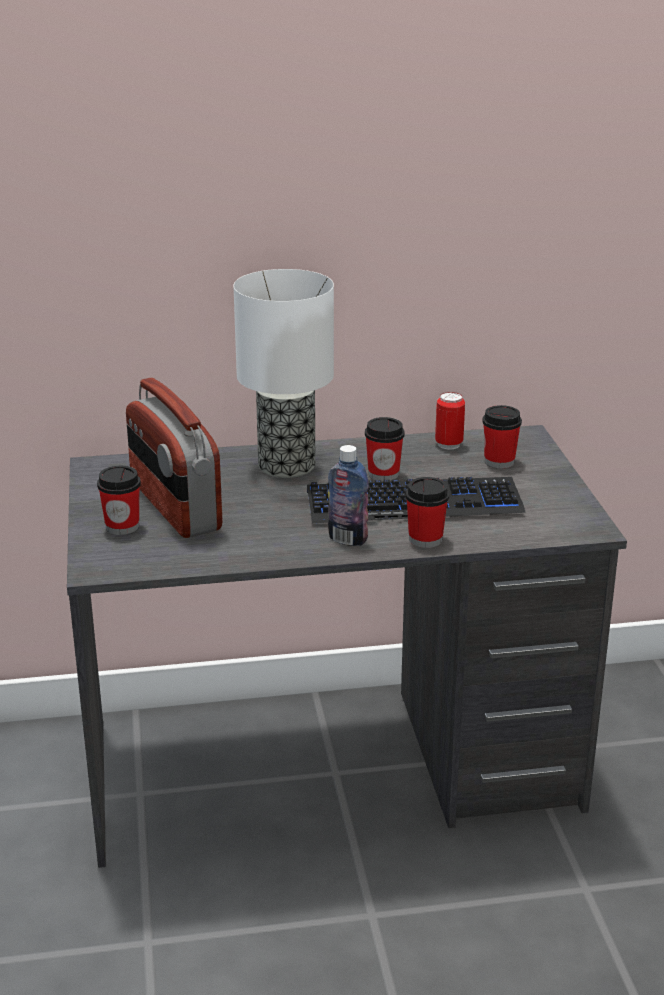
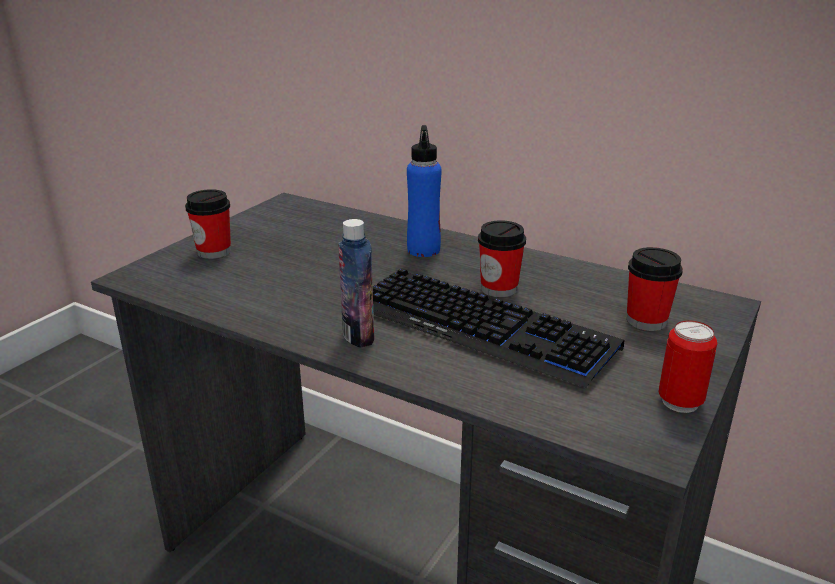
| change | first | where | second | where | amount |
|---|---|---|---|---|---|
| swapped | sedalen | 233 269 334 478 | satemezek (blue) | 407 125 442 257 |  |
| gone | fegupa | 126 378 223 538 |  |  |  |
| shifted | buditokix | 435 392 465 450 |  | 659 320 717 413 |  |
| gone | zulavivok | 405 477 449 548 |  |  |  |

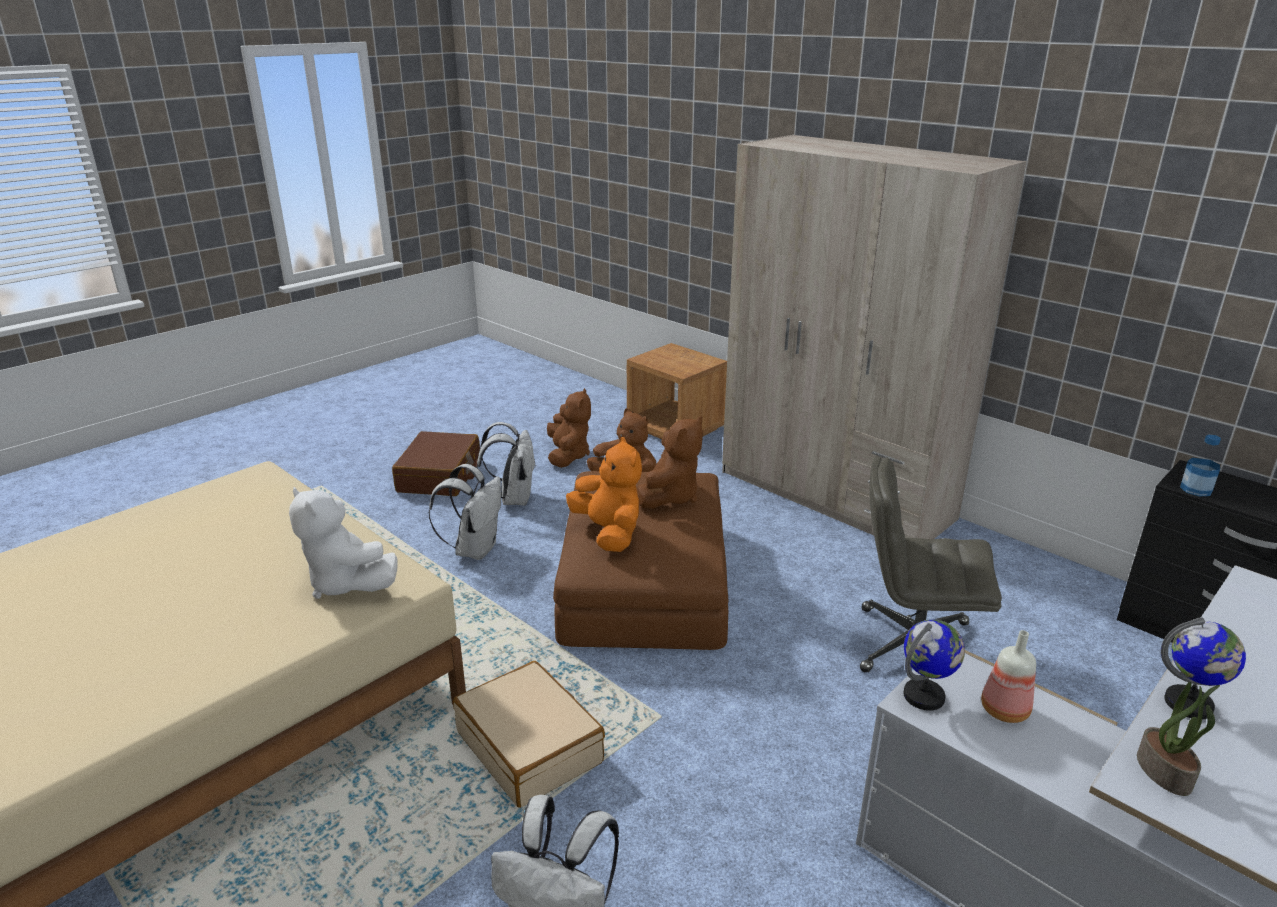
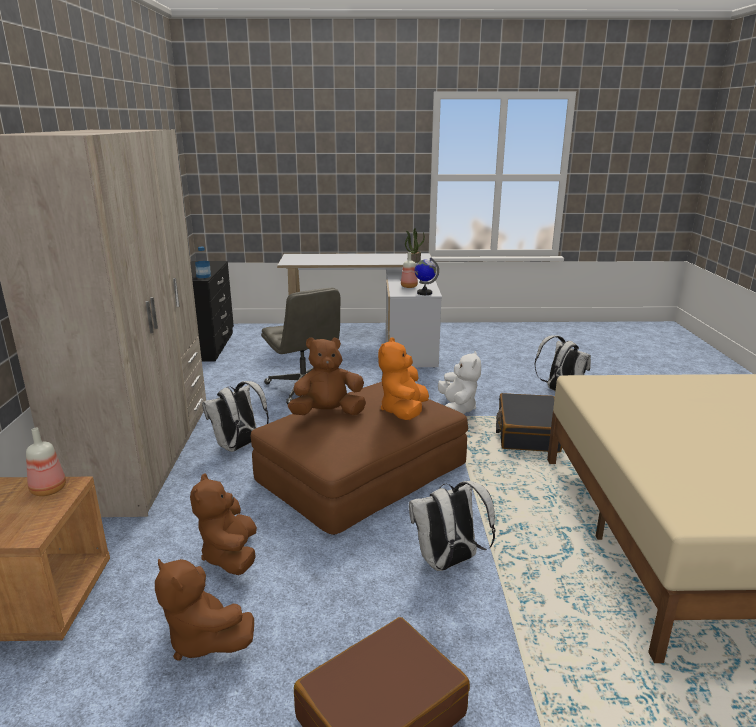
| change | first | where | second | where | amount |
|---|---|---|---|---|---|
| rotated | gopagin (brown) | 547 388 591 468 |  | 155 558 254 661 | 90 degrees counterclockwise |
| shifted | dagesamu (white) | 476 422 536 506 |  | 202 381 269 452 |  |
| shifted | gopagin (white) | 289 487 398 599 |  | 438 351 481 414 |  |
| gone | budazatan | 1161 617 1246 720 |  |  |  |
| repainted | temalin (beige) | 453 661 605 808 | temalin (black) | 496 393 562 452 |  |
| new |  |  | satemezek | 26 428 66 496 |  |

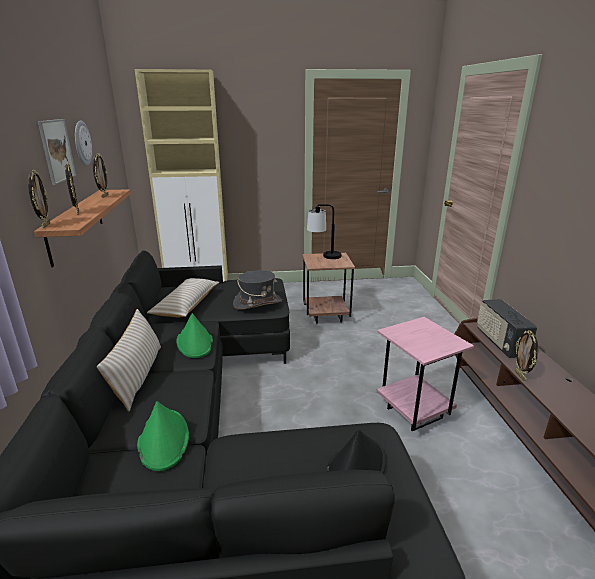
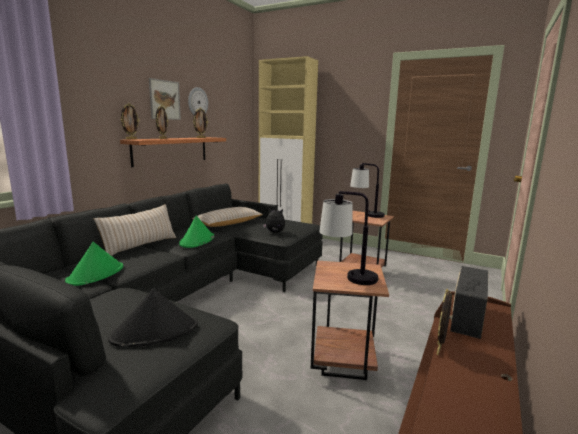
| change | first | where | second | where | amount |
|---|---|---|---|---|---|
| swapped | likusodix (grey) | 233 270 282 310 | gopagin | 263 208 285 233 |  |
| repainted | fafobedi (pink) | 377 317 474 431 | fafobedi (brown) | 310 261 389 380 |  |
| new |  |  | sedalen | 319 191 379 285 |  |

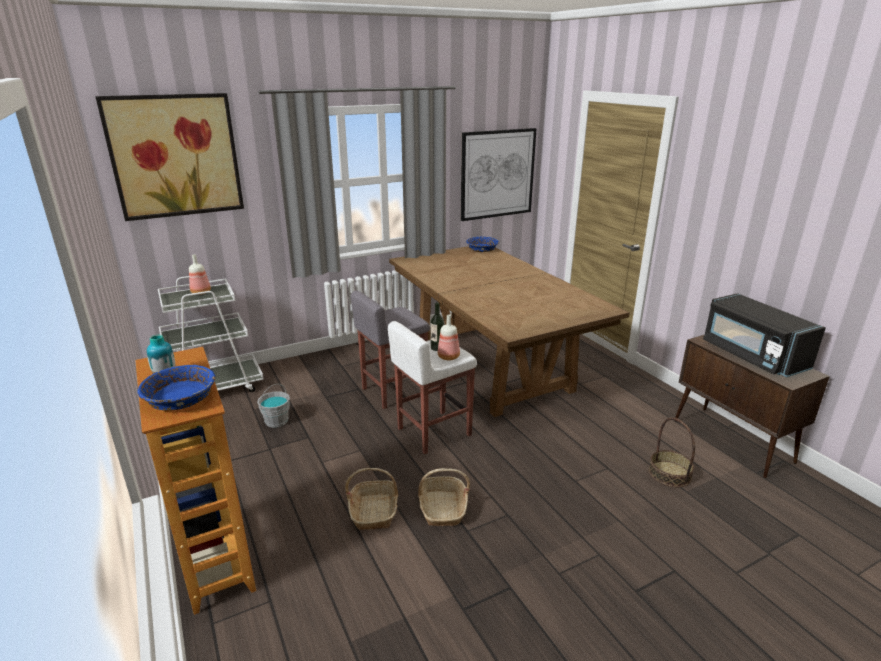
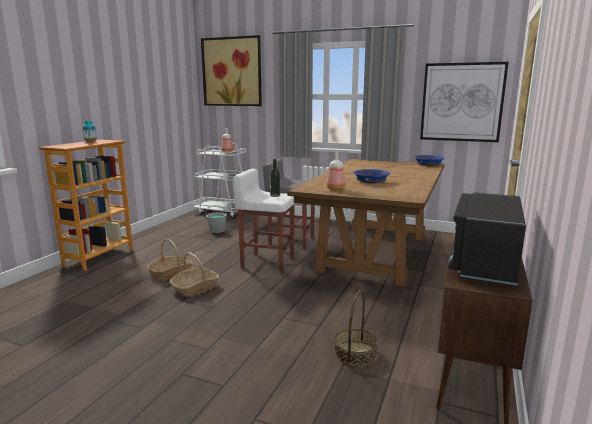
| change | first | where | second | where | amount |
|---|---|---|---|---|---|
| shifted | satemezek | 438 314 460 360 |  | 327 151 345 190 |  |
| shifted | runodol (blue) | 137 365 215 411 |  | 354 169 390 183 |  |

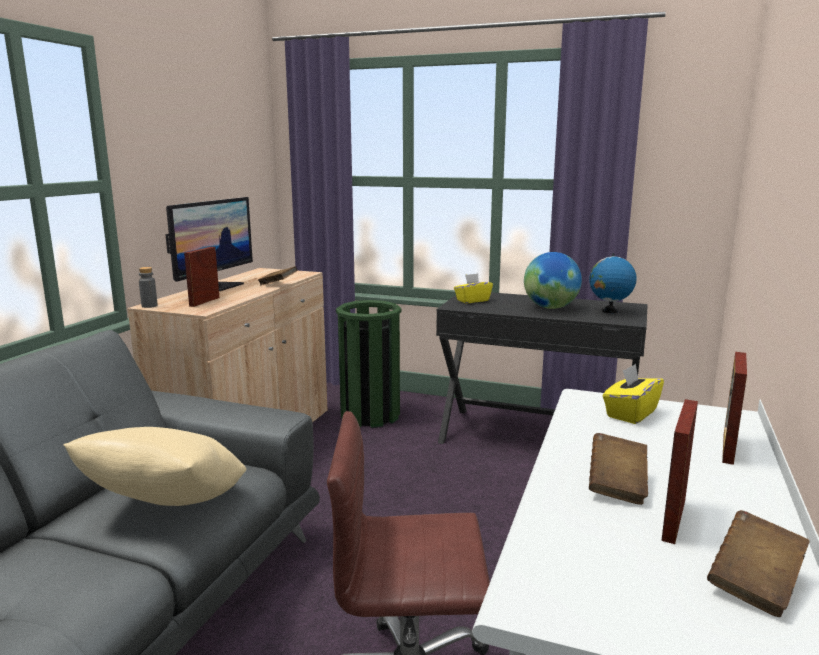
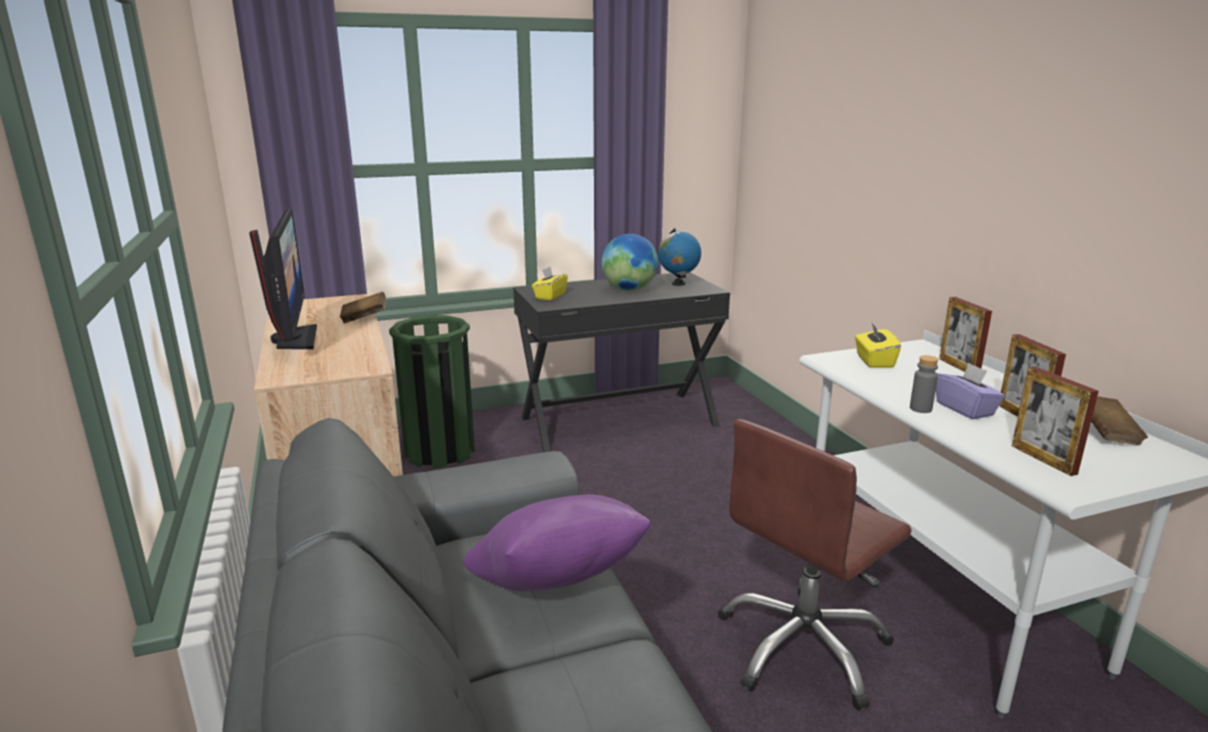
| change | first | where | second | where | amount |
|---|---|---|---|---|---|
| shifted | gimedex | 184 247 219 307 |  | 1012 367 1099 476 |  |
| shifted | satemezek (grey) | 139 267 158 308 |  | 910 355 938 413 |  |
| repainted | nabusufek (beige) | 63 427 246 506 | nabusufek (purple) | 463 495 651 591 |  |
| swapped | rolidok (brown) | 589 433 648 505 | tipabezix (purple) | 936 363 1005 419 |  |

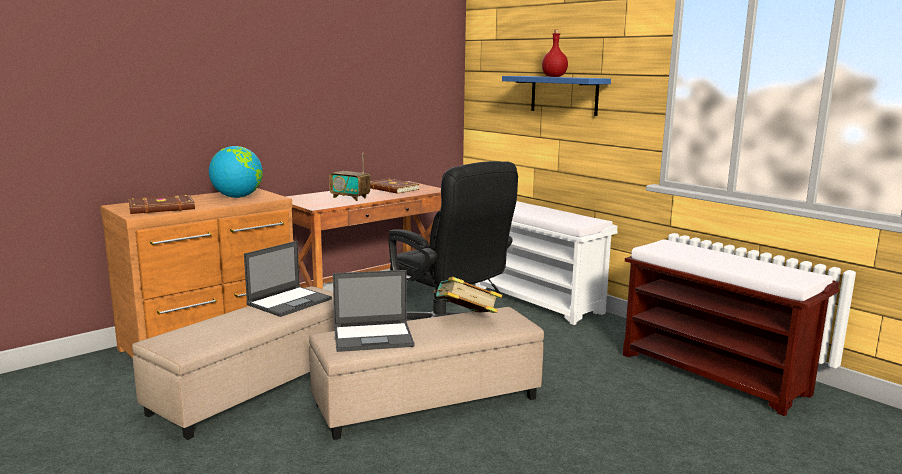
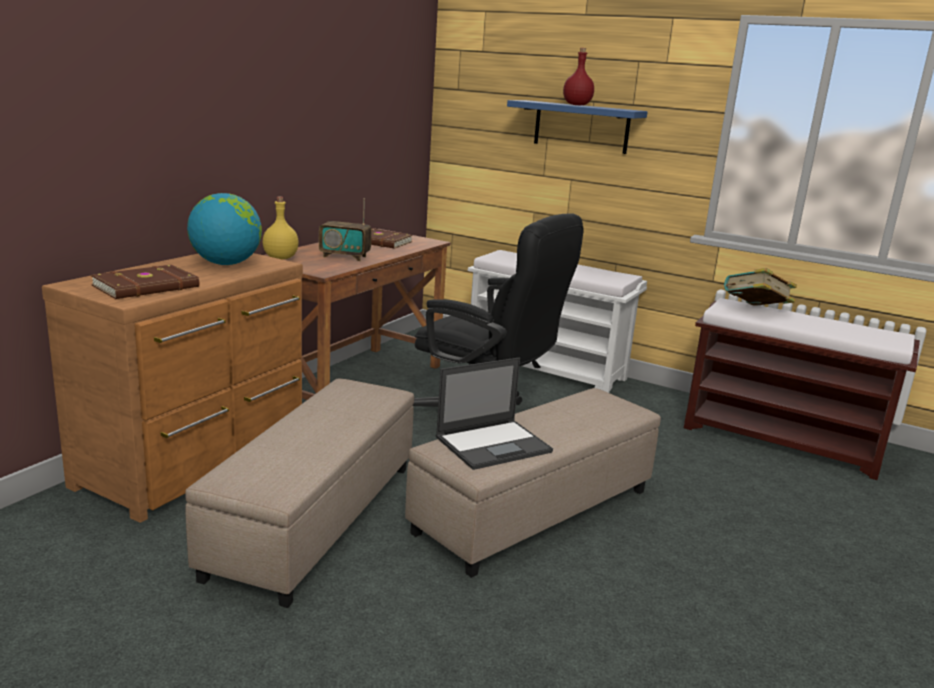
| change | first | where | second | where | amount |
|---|---|---|---|---|---|
| gone | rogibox | 244 241 332 317 |  |  |  |
| shifted | rolidok | 433 277 502 313 |  | 724 268 797 306 |  |
| new |  |  | satemezek (yellow) | 262 197 299 259 |  |

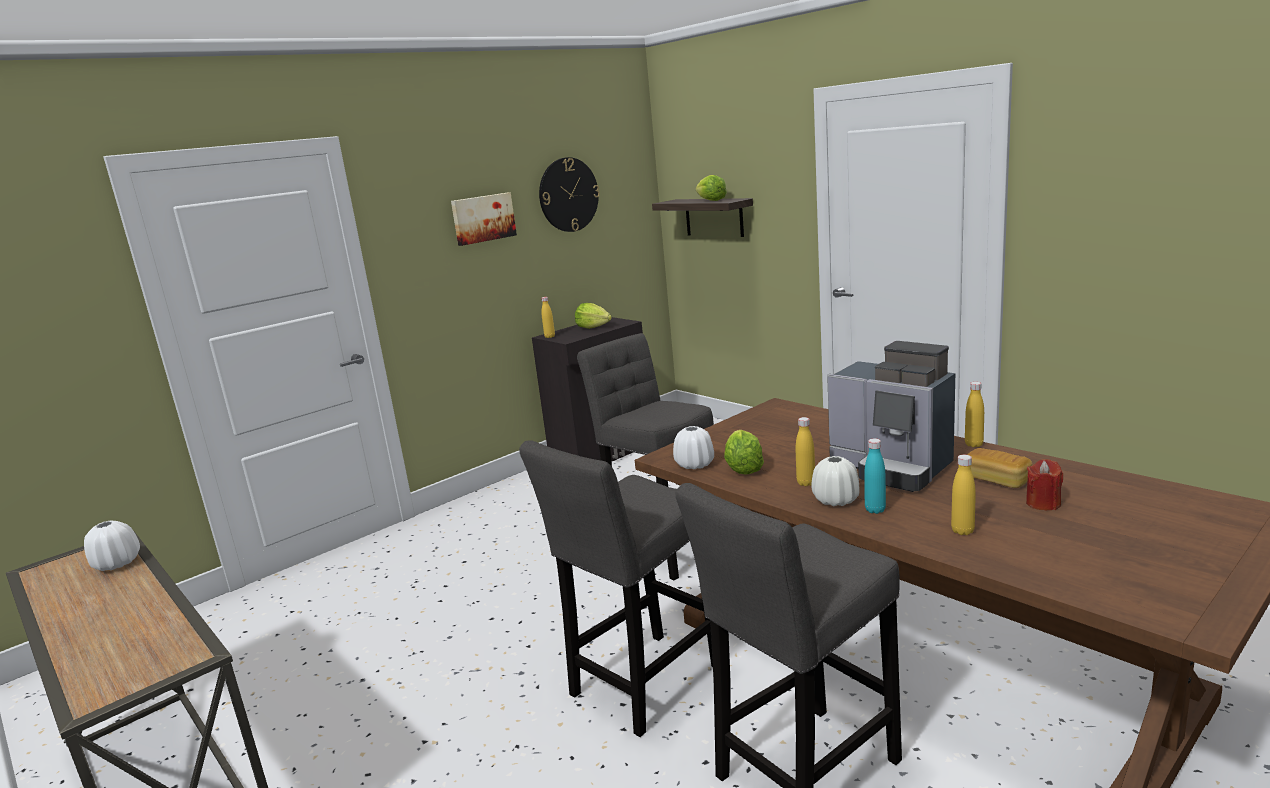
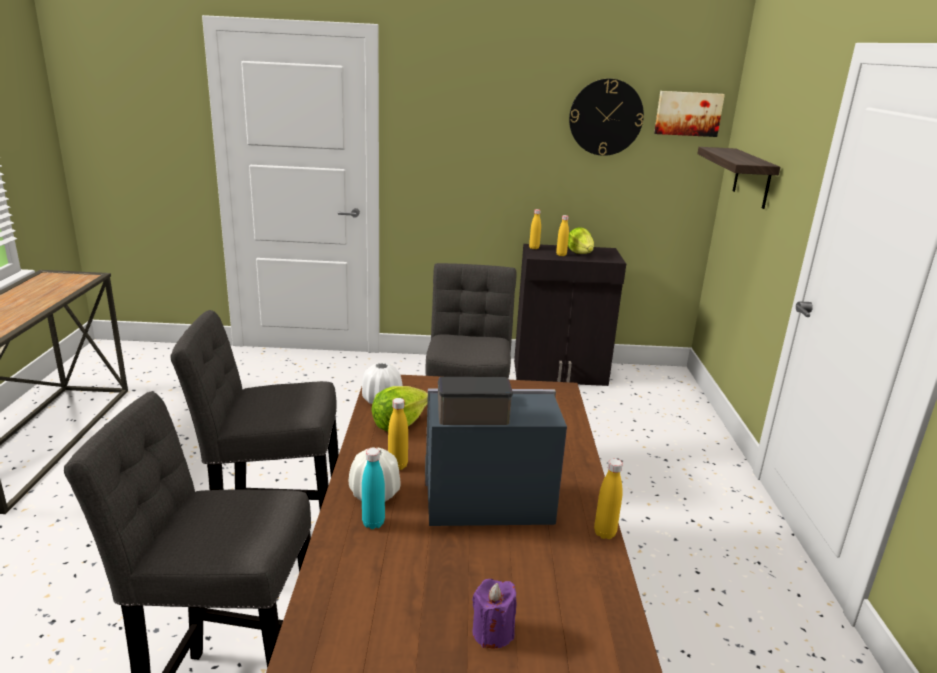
| change | first | where | second | where | amount |
|---|---|---|---|---|---|
| gone | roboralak | 696 175 727 201 |  |  |  |
| shifted | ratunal | 451 192 517 246 |  | 654 91 725 137 |  |
| rotated | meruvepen | 827 341 955 492 |  | 425 377 567 526 | 90 degrees clockwise |
| gone | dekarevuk | 968 448 1032 488 |  |  |  |
| shifted | satemezek (yellow) | 951 455 976 535 |  | 556 215 569 256 |  |
| repainted | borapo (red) | 1026 459 1063 510 | borapo (purple) | 472 579 516 648 |  |
| gone | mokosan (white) | 84 520 140 571 |  |  |  |

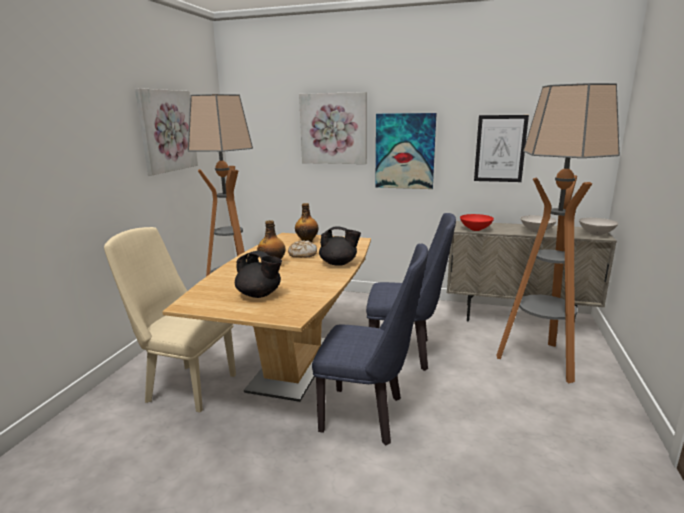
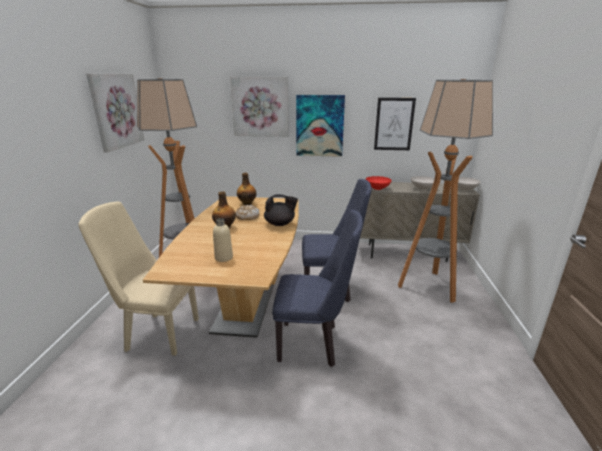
| change | first | where | second | where | amount |
|---|---|---|---|---|---|
| swapped | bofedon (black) | 235 251 282 298 | satemezek (beige) | 213 218 233 262 |  |

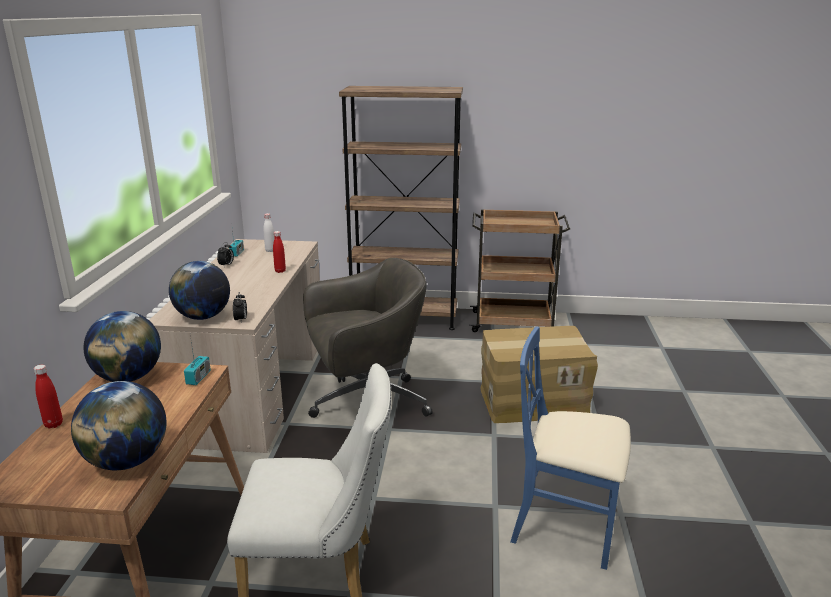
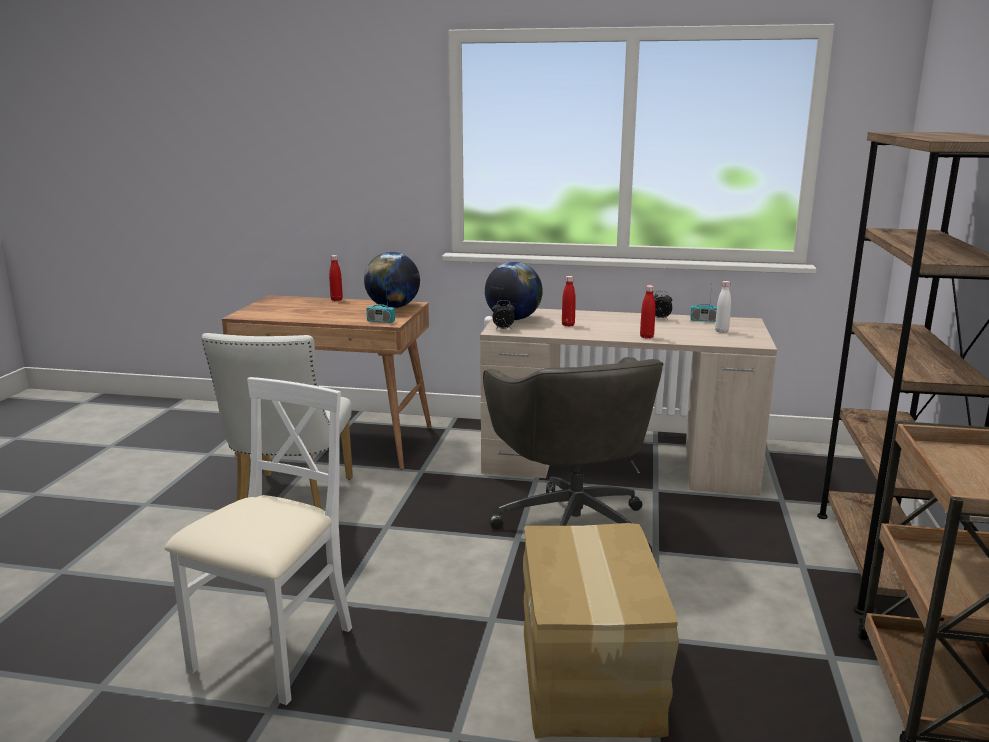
| change | first | where | second | where | amount |
|---|---|---|---|---|---|
| repainted | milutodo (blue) | 510 327 631 570 | milutodo (white) | 165 377 352 705 |  |
| gone | budazatan | 71 381 167 470 |  |  |  |
| new |  |  | satemezek (red) | 562 276 576 327 |  |

